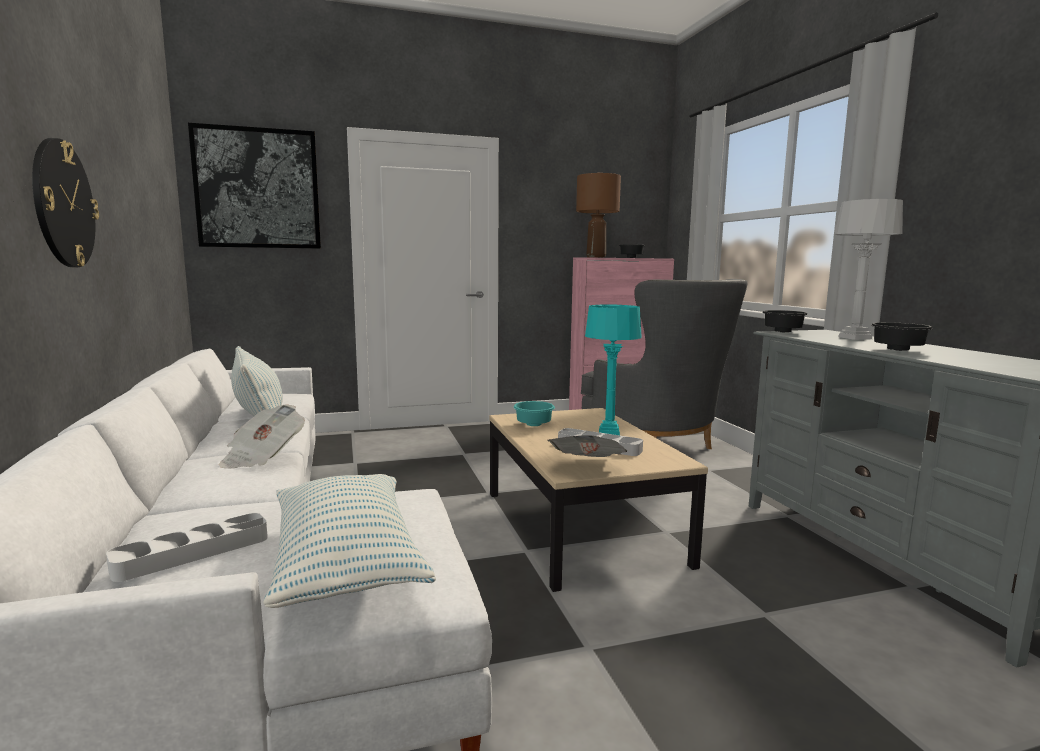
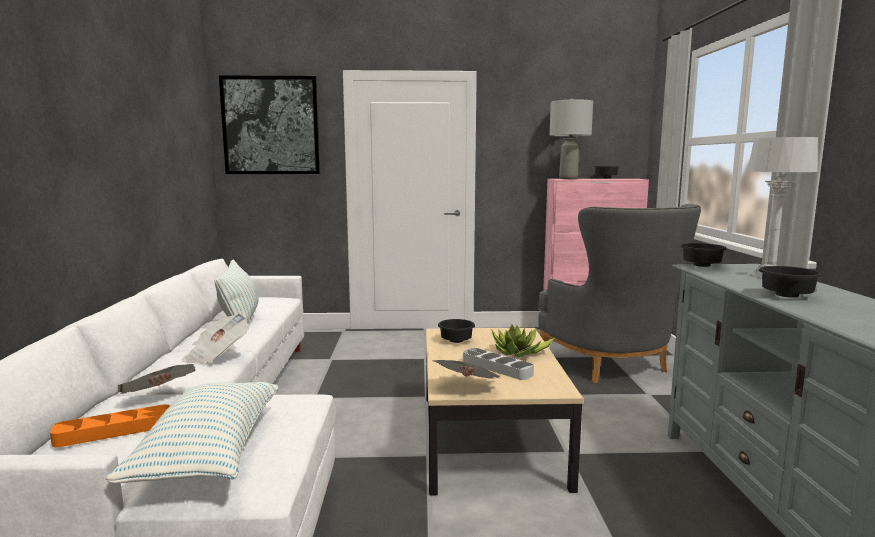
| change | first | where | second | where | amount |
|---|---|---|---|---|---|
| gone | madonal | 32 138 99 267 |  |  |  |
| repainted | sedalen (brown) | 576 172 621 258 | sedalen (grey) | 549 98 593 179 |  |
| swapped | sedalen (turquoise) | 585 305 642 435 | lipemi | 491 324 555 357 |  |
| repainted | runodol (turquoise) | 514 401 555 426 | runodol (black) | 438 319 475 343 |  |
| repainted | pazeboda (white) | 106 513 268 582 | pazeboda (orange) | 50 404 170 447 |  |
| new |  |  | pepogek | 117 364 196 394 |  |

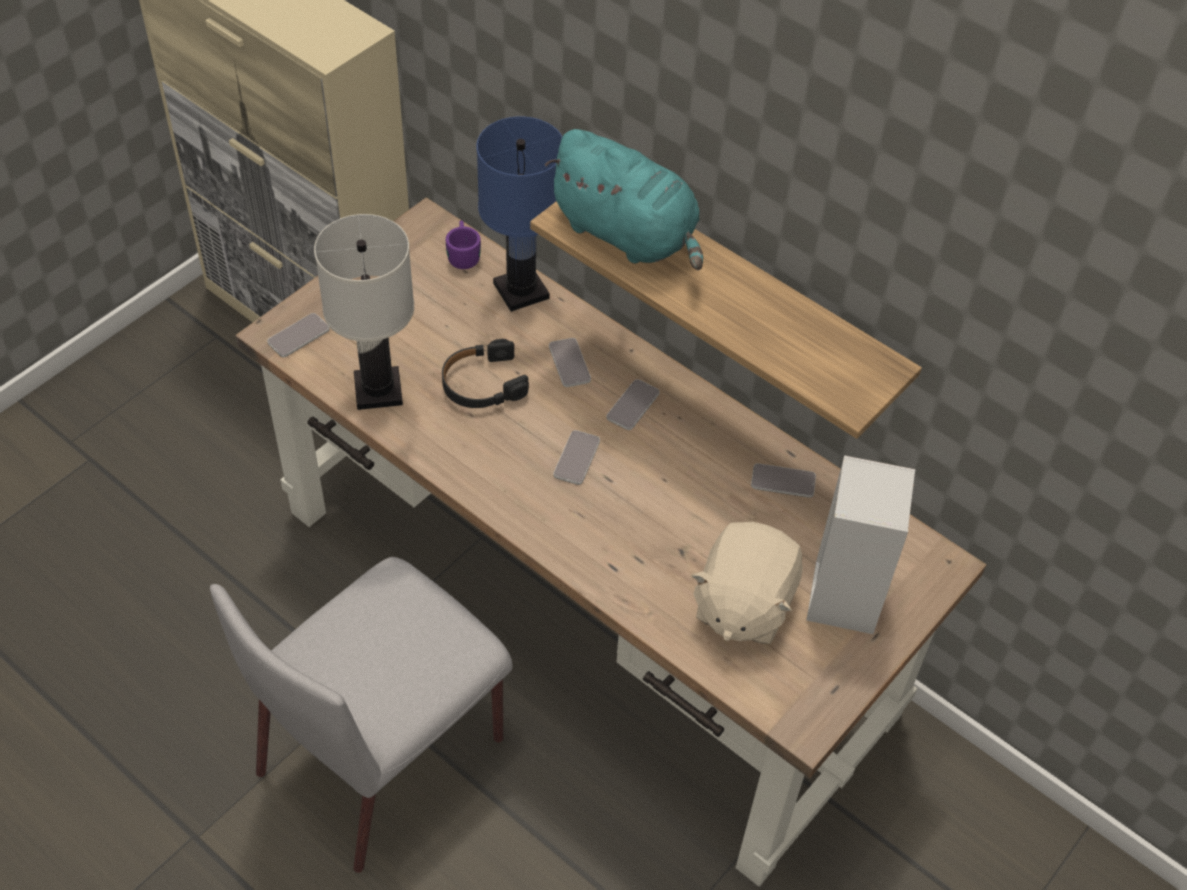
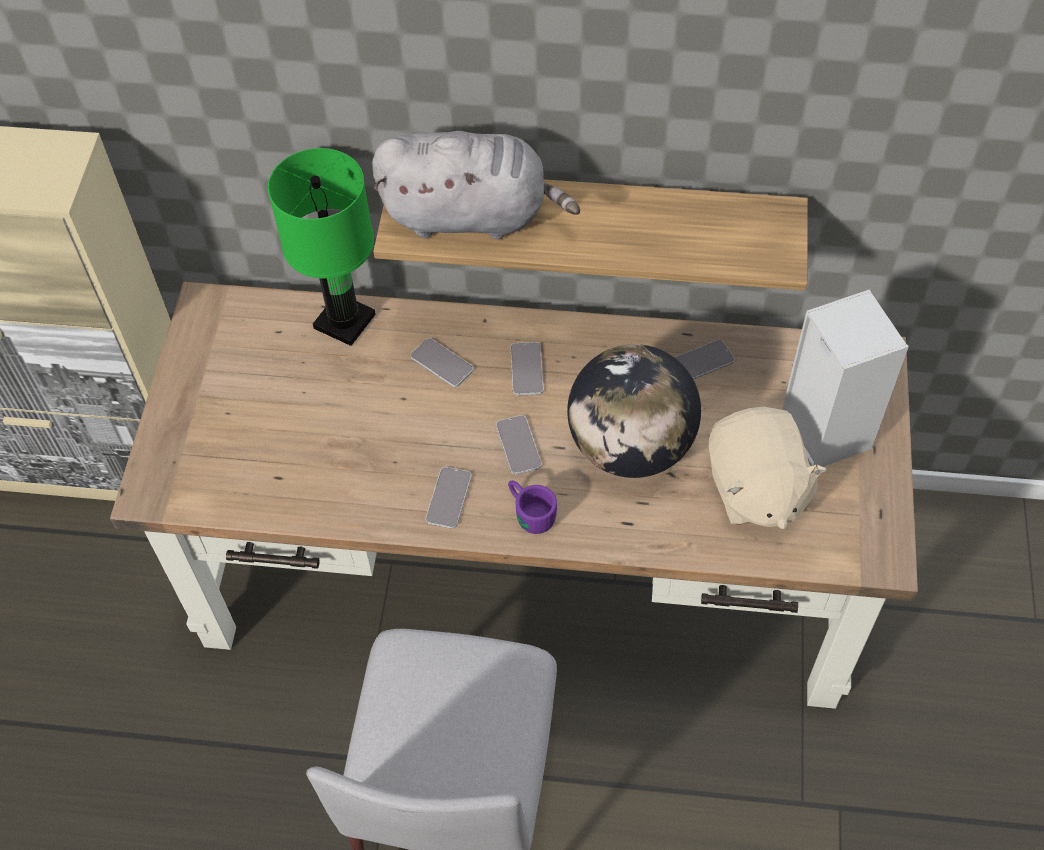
| change | first | where | second | where | amount |
|---|---|---|---|---|---|
| repainted | sedalen (blue) | 476 116 562 312 | sedalen (green) | 268 148 376 346 |  |
| repainted | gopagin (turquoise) | 545 129 703 270 | gopagin (grey) | 372 131 580 240 |  |
| gone | sedalen (white) | 314 214 414 410 |  |  |  |
| shifted | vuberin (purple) | 446 221 481 269 |  | 508 481 557 534 |  |
| shifted | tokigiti | 267 313 330 357 |  | 426 467 472 529 |  |
| gone | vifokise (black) | 442 339 529 408 |  |  |  |
| new |  |  | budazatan | 567 344 701 478 |  |

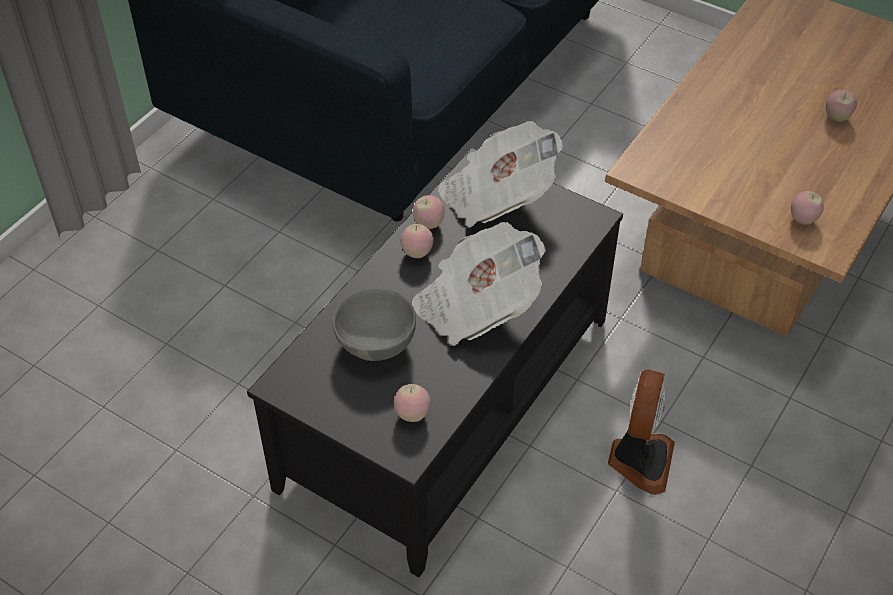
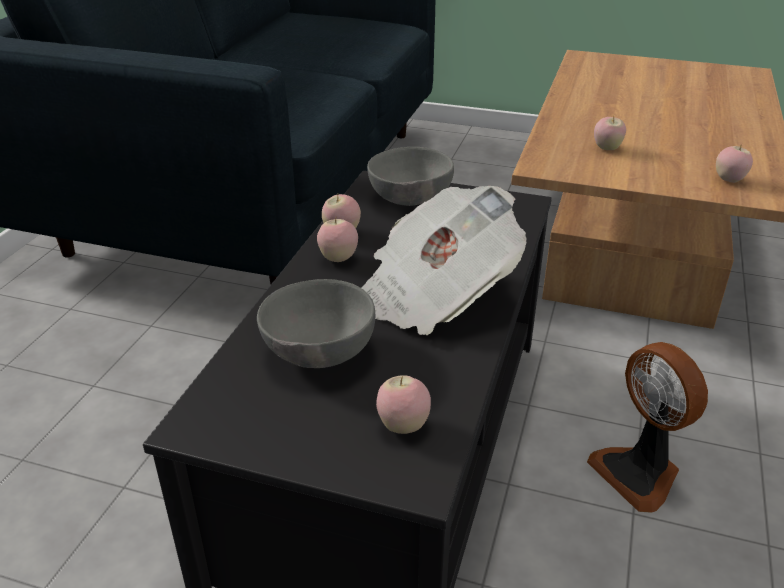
| change | first | where | second | where | amount |
|---|---|---|---|---|---|
| shifted | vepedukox | 826 90 857 121 |  | 594 116 626 150 |  |
| swapped | pepogek | 438 121 564 227 | runodol (grey) | 367 147 454 206 |  |
| rotated | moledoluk | 608 369 675 495 |  | 587 342 708 513 | 150 degrees clockwise |

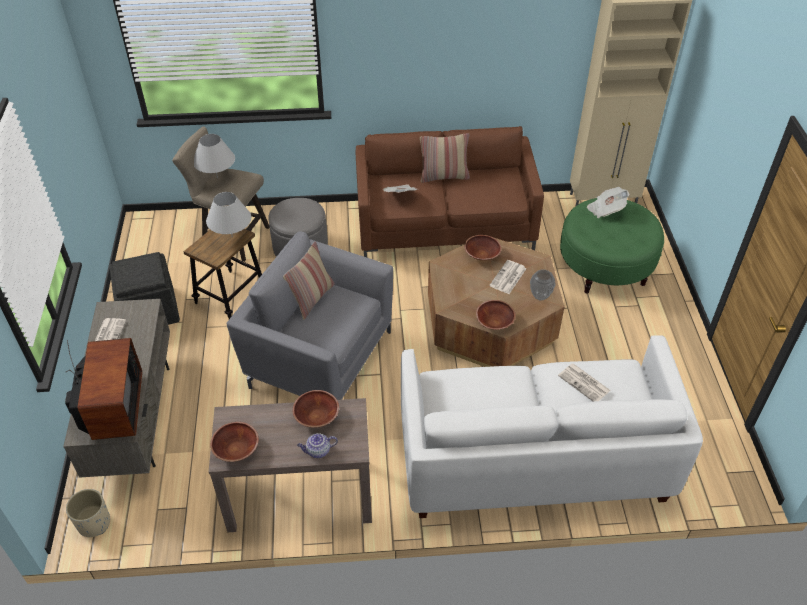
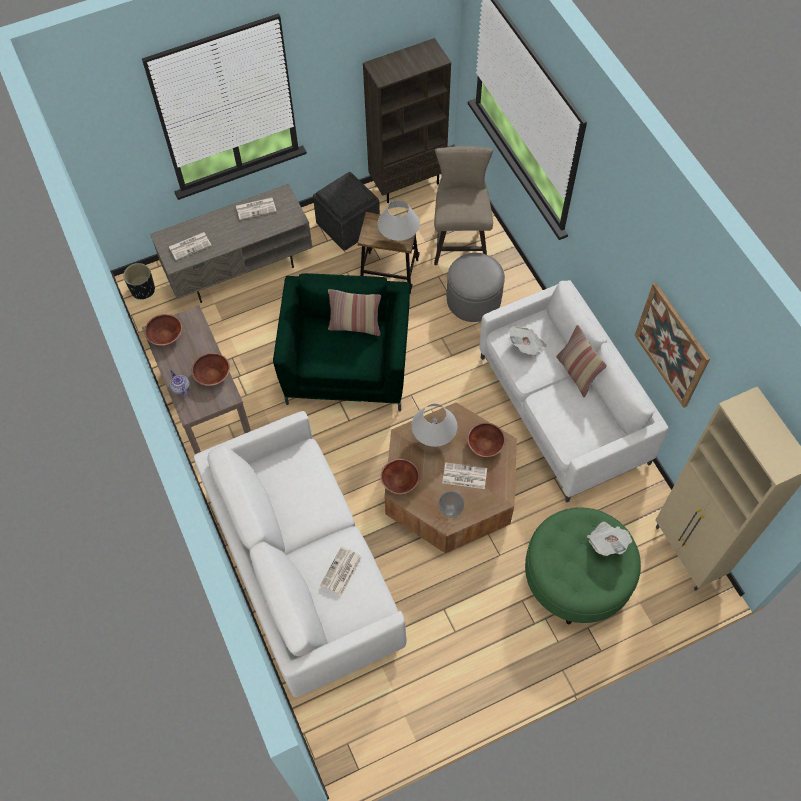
| change | first | where | second | where | amount |
|---|---|---|---|---|---|
| repainted | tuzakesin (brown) | 356 126 544 257 | tuzakesin (white) | 479 280 668 503 |  |
| shifted | sedalen (white) | 194 134 235 178 |  | 411 404 457 447 |  |
| repainted | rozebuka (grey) | 226 231 393 400 | rozebuka (green) | 273 273 410 411 |  |
| swapped | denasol | 65 338 142 440 | pepogek | 169 232 212 260 |  |
| repainted | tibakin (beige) | 66 489 110 537 | tibakin (black) | 123 263 155 299 |  |
| new |  |  | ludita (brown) | 363 38 451 203 |  |
| new |  |  | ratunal | 635 283 710 408 |  |

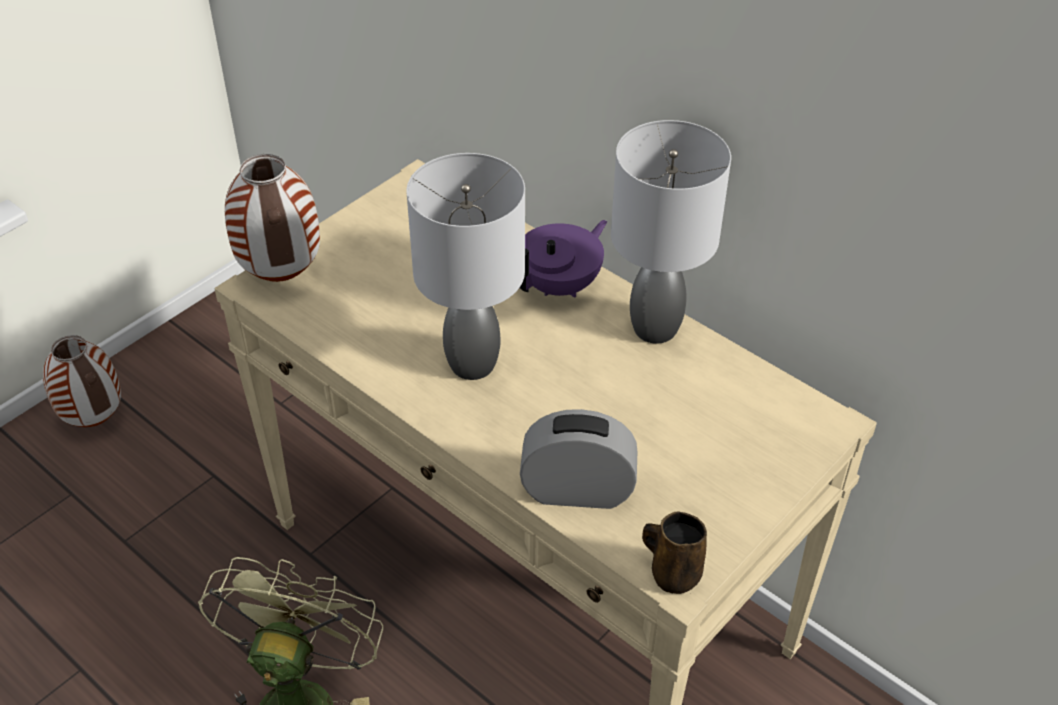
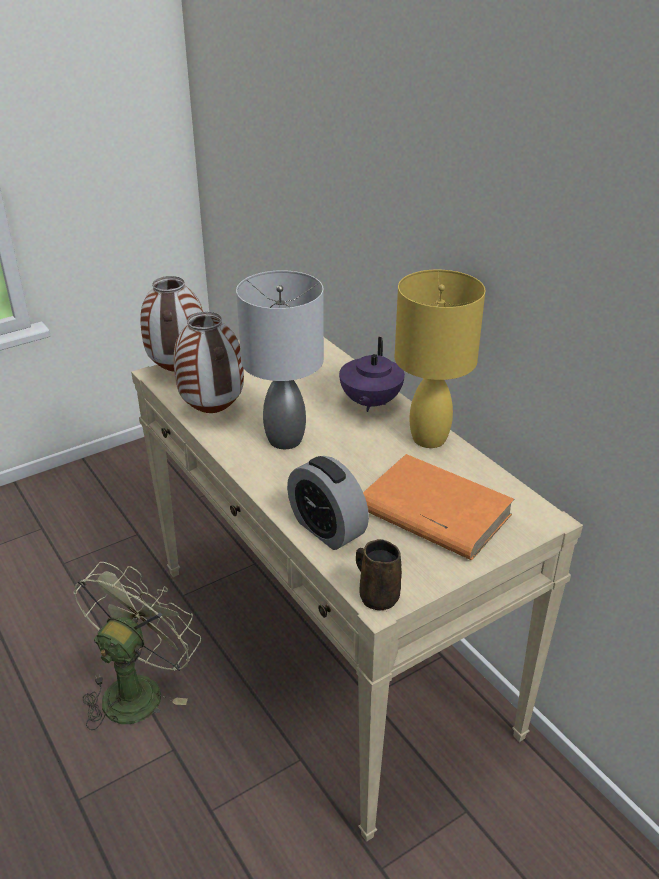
| change | first | where | second | where | amount |
|---|---|---|---|---|---|
| repainted | sedalen (grey) | 611 120 731 344 | sedalen (yellow) | 395 270 485 448 |  |
| rotated | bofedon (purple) | 520 220 607 298 |  | 339 337 405 412 | 135 degrees clockwise |
| shifted | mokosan | 43 335 121 427 |  | 173 312 244 413 |  |
| rotated | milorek | 520 409 637 509 |  | 287 456 369 550 | 150 degrees counterclockwise |
| new |  |  | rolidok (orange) | 363 454 514 560 |  |

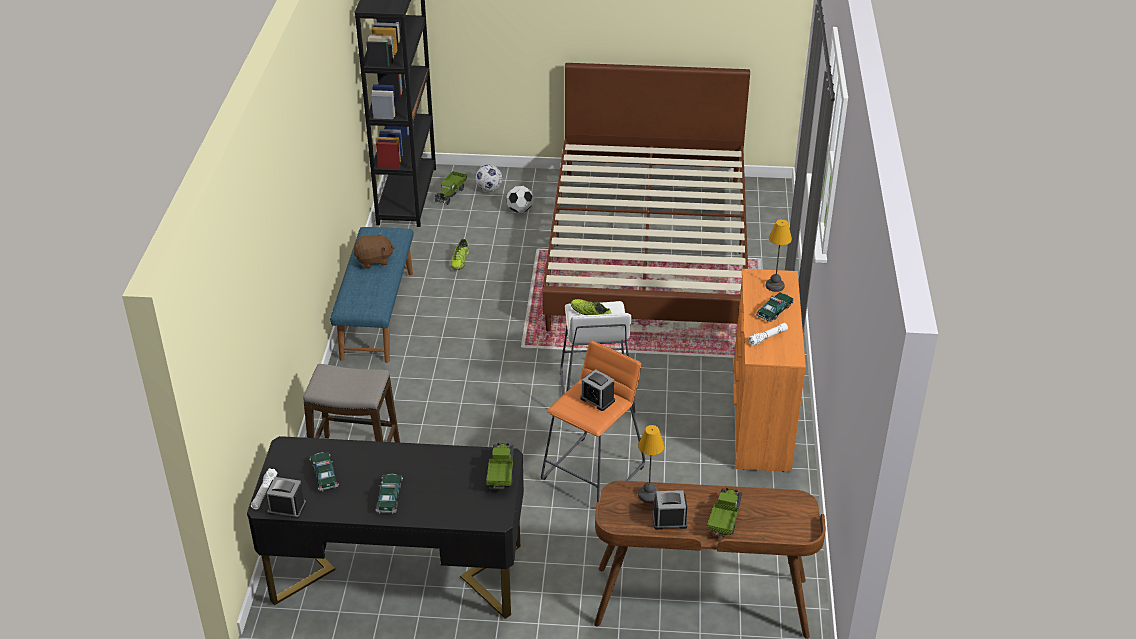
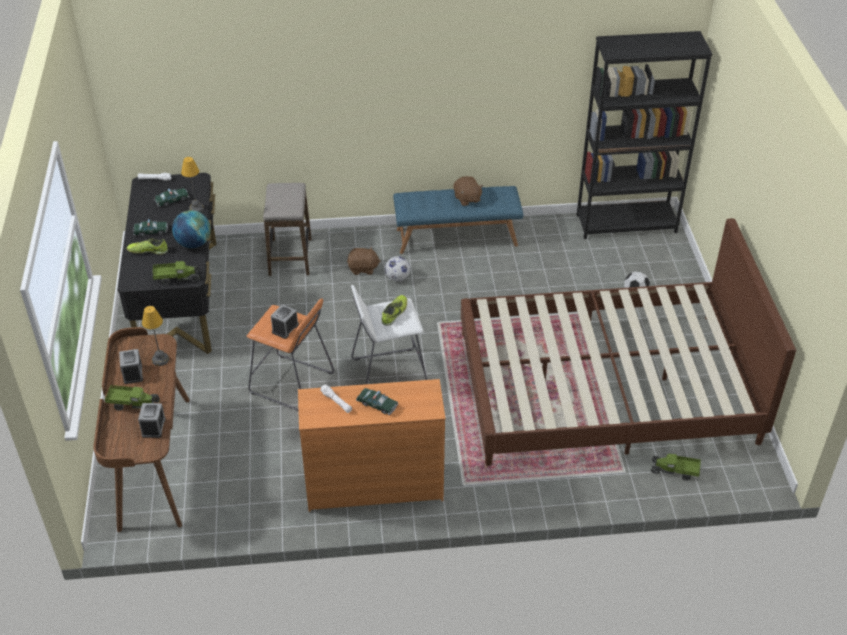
| change | first | where | second | where | amount |
|---|---|---|---|---|---|
| shifted | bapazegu | 476 165 502 192 |  | 385 256 410 281 |  |
| shifted | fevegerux | 434 171 467 205 |  | 651 454 701 481 |  |
| shifted | sedalen | 765 219 792 292 |  | 181 157 204 212 |  |
| shifted | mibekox | 450 239 469 270 |  | 127 238 168 255 |  |
| shifted | milorek | 266 477 306 519 |  | 138 403 166 438 |  |
| new |  |  | budazatan | 172 210 211 248 |  |
| new |  |  | gopagin (brown) | 347 246 381 275 |  |

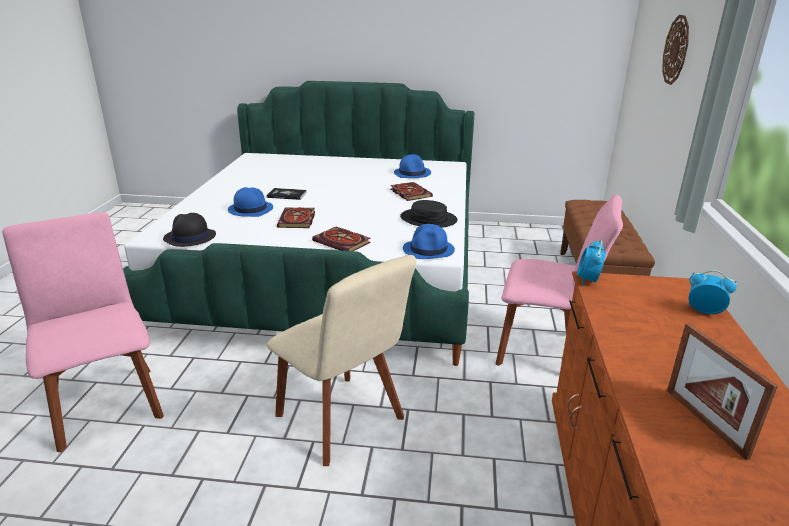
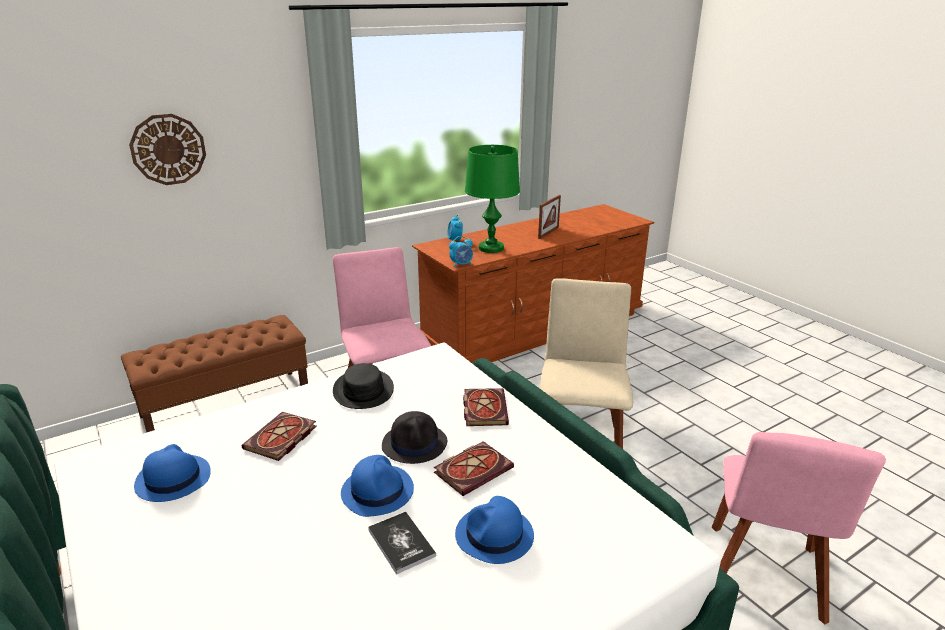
| change | first | where | second | where | amount |
|---|---|---|---|---|---|
| shifted | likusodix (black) | 163 213 216 247 |  | 382 411 447 464 |  |
| shifted | likusodix (blue) | 403 224 455 259 |  | 341 455 414 517 |  |
| new |  |  | sedalen (green) | 465 145 520 253 |  |

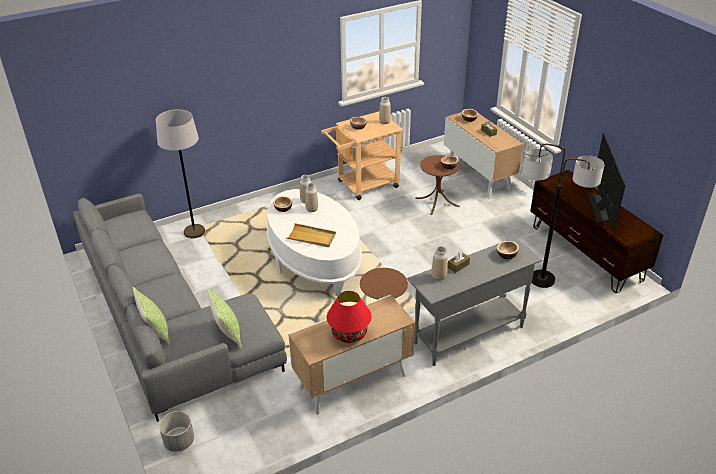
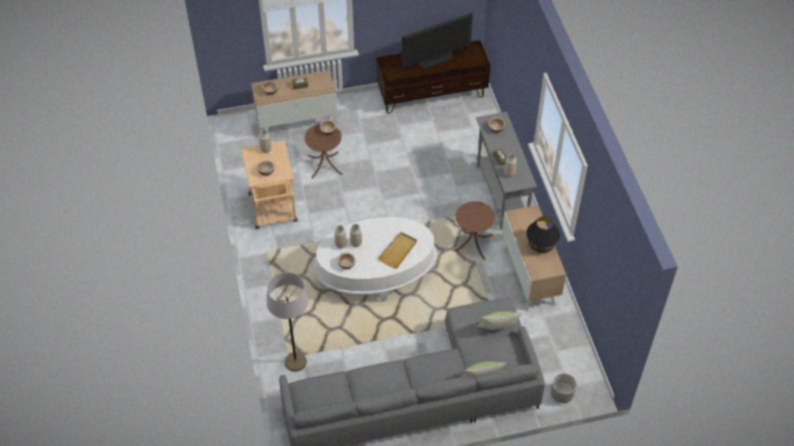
| change | first | where | second | where | amount |
|---|---|---|---|---|---|
| rotated | denasol | 587 133 626 231 |  | 402 13 473 69 | 135 degrees clockwise |
| gone | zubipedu | 523 143 605 288 |  |  |  |
| repainted | sedalen (red) | 327 291 372 343 | sedalen (black) | 526 216 560 253 |  |

